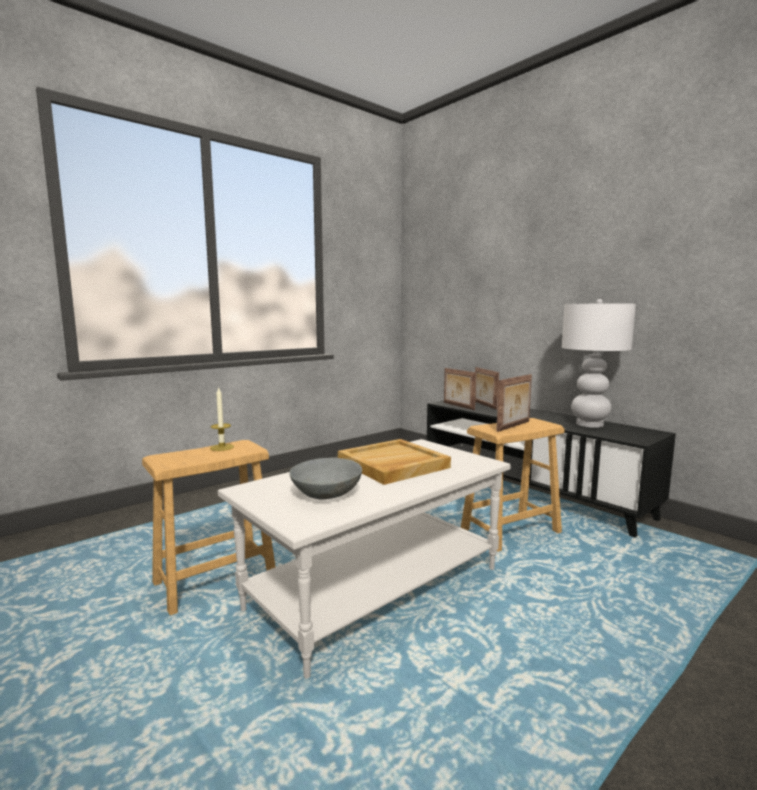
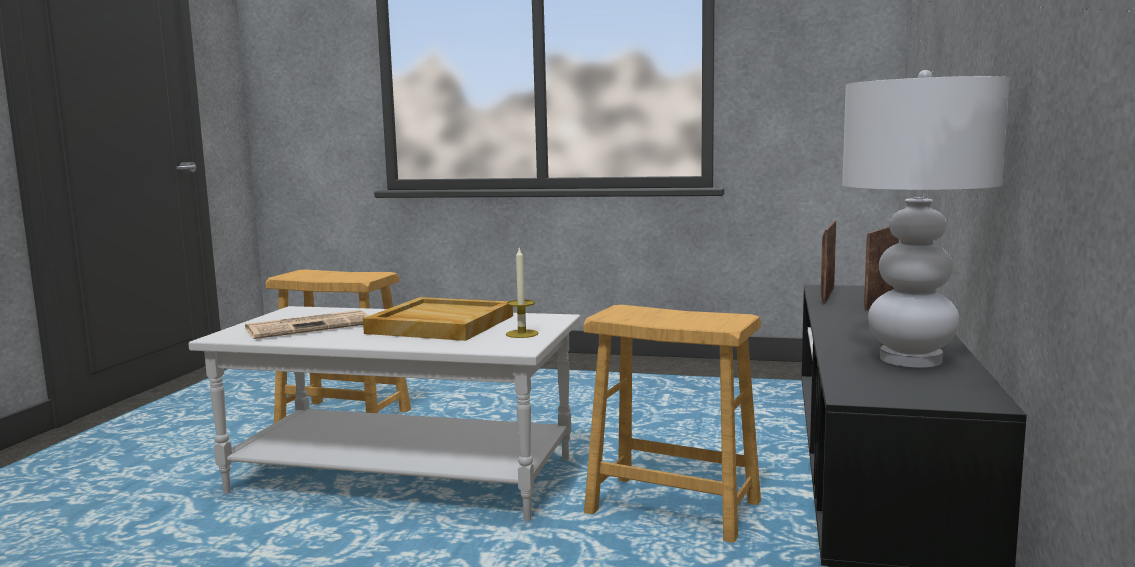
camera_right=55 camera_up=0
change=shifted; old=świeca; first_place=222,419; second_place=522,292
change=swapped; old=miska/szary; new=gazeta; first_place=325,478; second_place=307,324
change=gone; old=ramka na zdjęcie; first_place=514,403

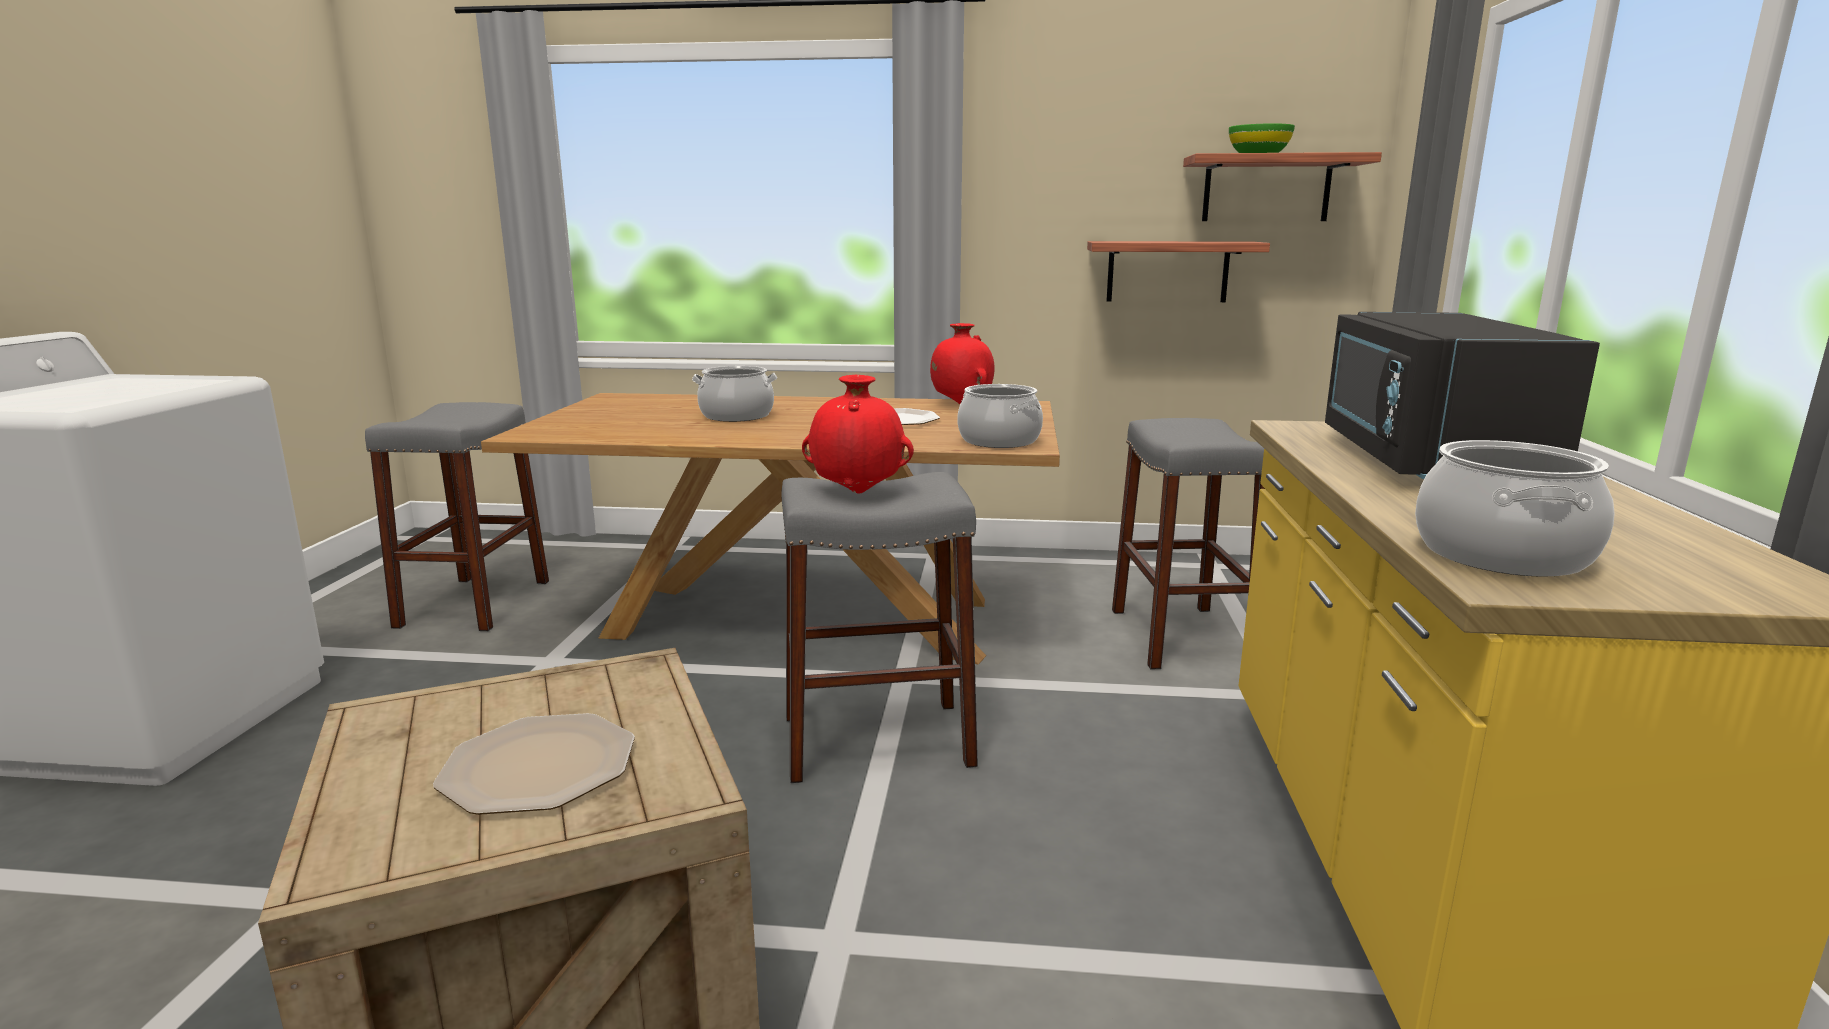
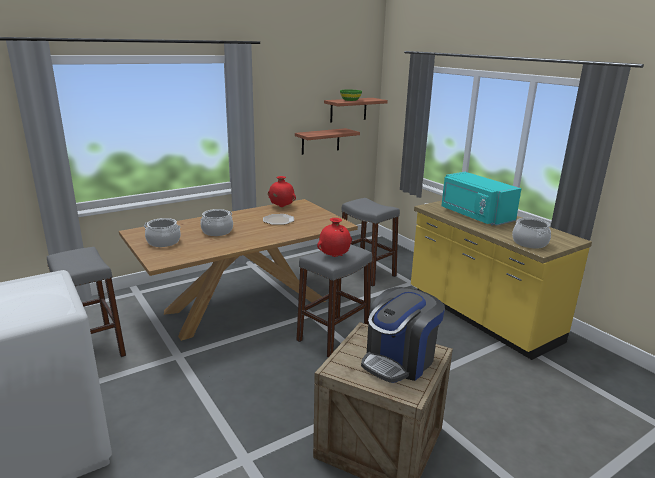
camera_right=-40 camera_up=5
change=swapped; old=talerz; new=ekspres do kawy; first_place=534,764; second_place=403,335
change=shifted; old=garnek; first_place=1000,416; second_place=162,232
change=repainted; old=mikrofalówka/czarny; new=mikrofalówka/turkusowy; first_place=1462,395; second_place=481,199

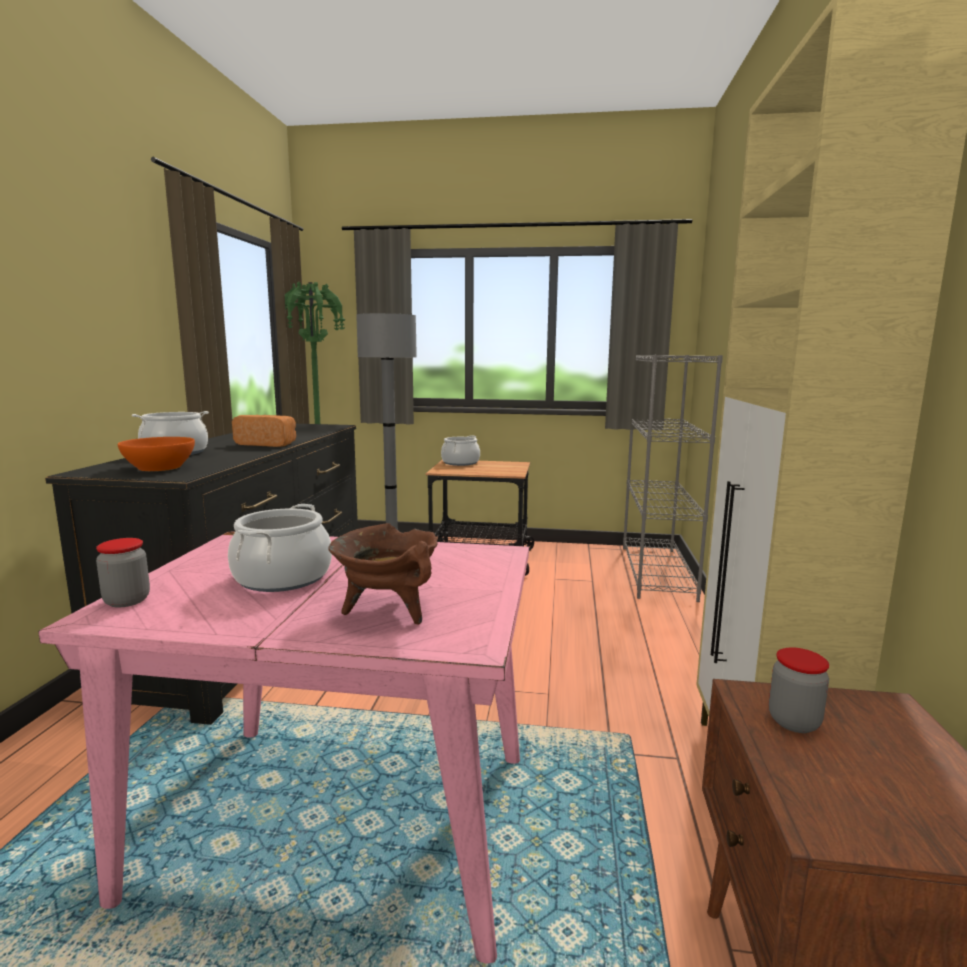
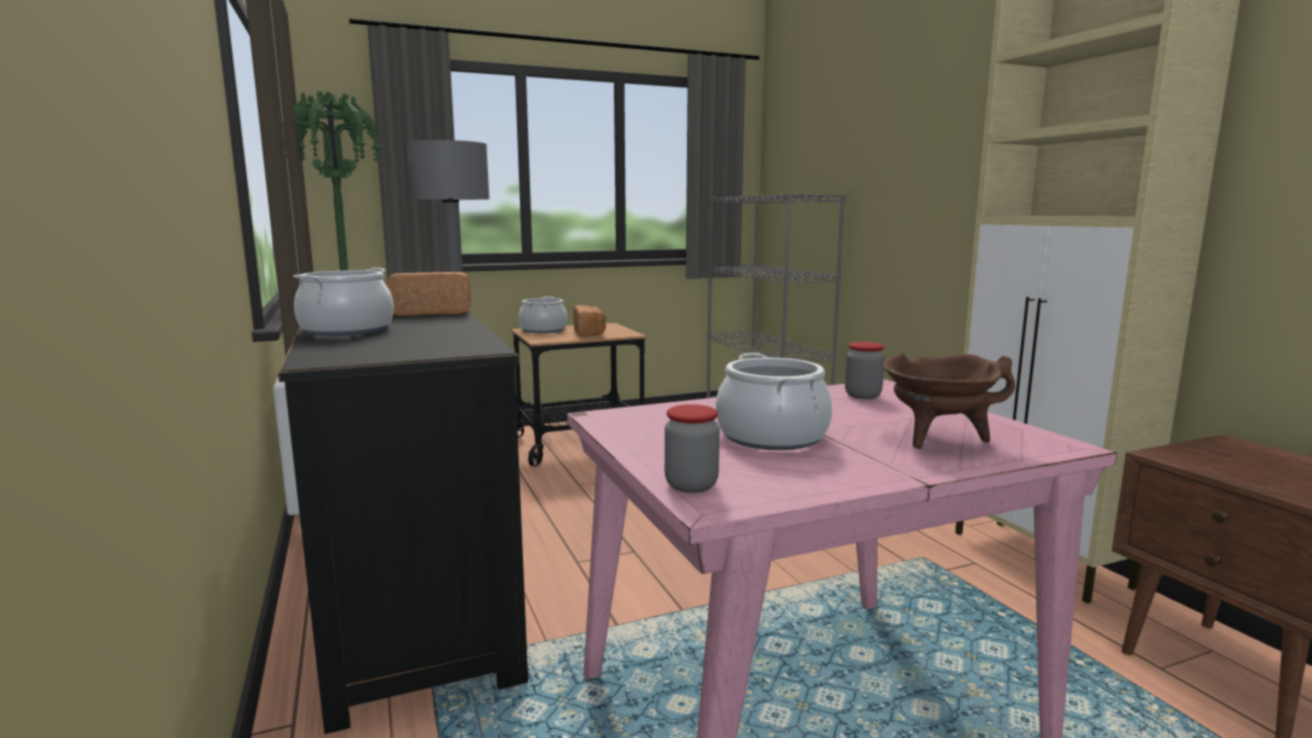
camera_right=-30 camera_up=0
change=gone; old=miska/pomarańczowy; first_place=156,454
change=shifted; old=słoik; first_place=799,690; second_place=865,370
change=new; new=chleb; second_place=589,321

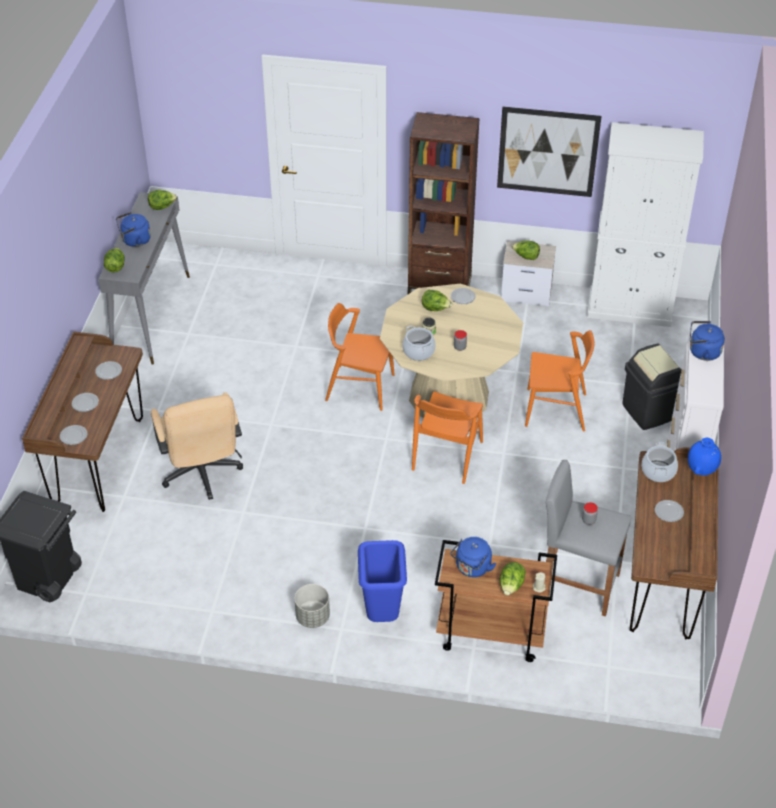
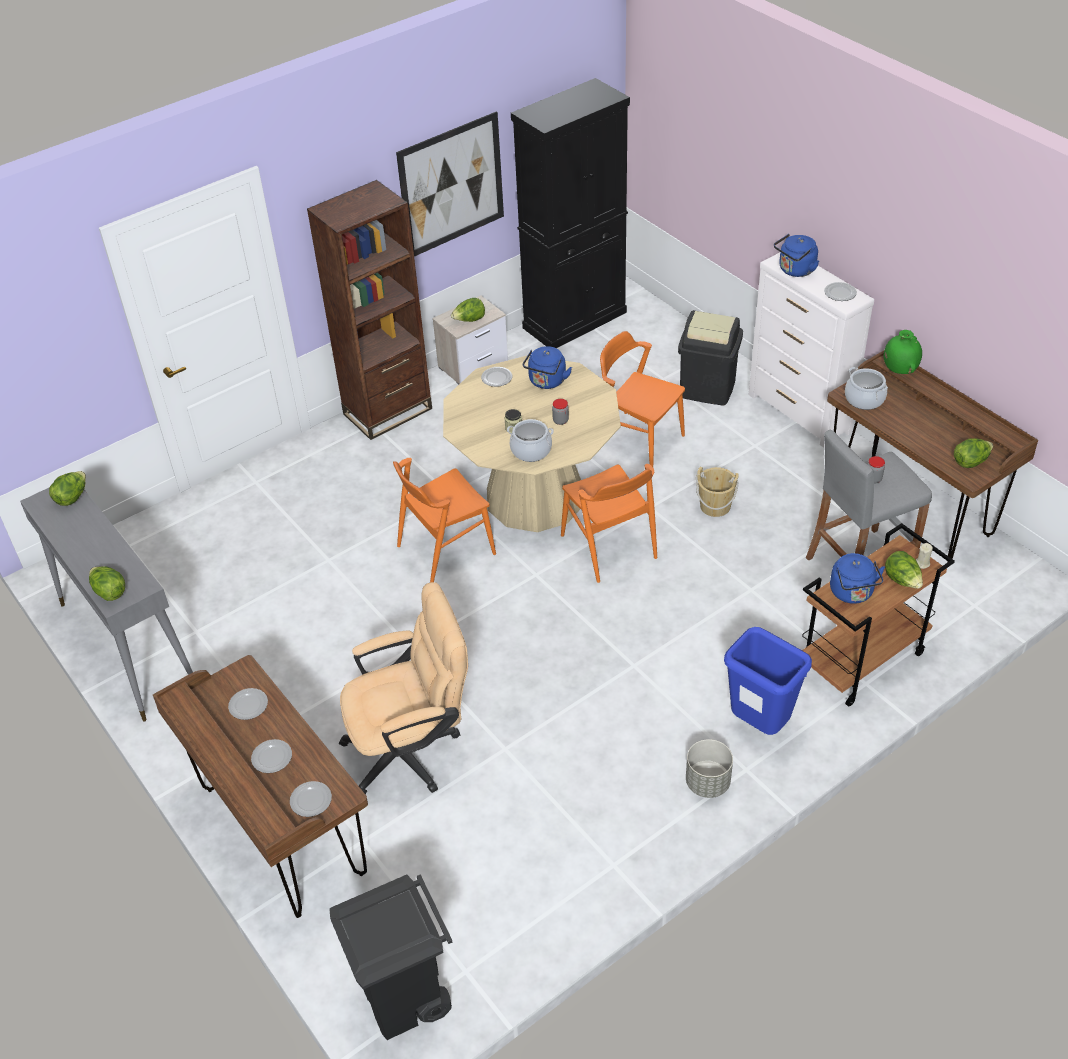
camera_right=-45 camera_up=0
change=shifted; old=czajnik/niebieski; first_place=133,229; second_place=547,367
change=rotated; old=krzesło biurowe/beżowy; first_place=197,446; second_place=403,688; degrees=-45
change=shifted; old=sałata; first_place=437,300; second_place=973,453
change=rotated; old=krzesło/pomarańczowy; first_place=560,380; second_place=642,399; degrees=-105
change=repainted; old=szafka/biały; new=szafka/czarny; first_place=645,224; second_place=570,213
change=shifted; old=talerz; first_place=669,511; second_place=840,291
change=repainted; old=wazon/niebieski; new=wazon/zielony; first_place=704,457; second_place=903,352
change=new; new=wiadro/beżowy; second_place=717,492

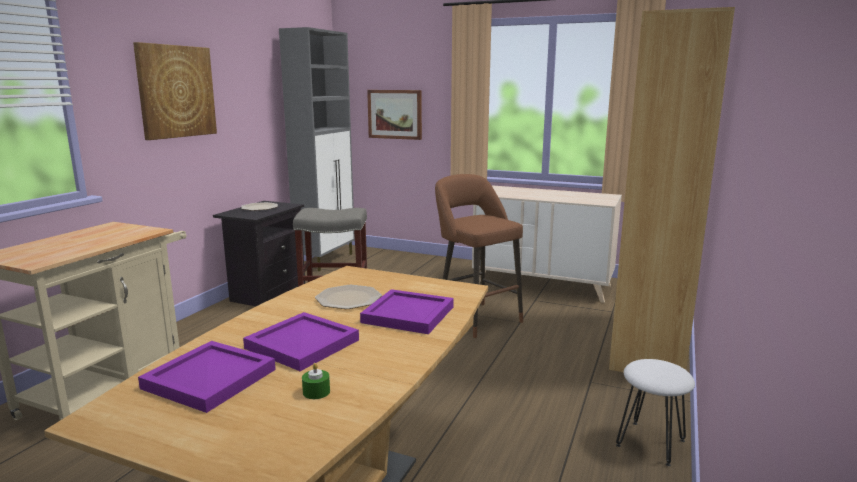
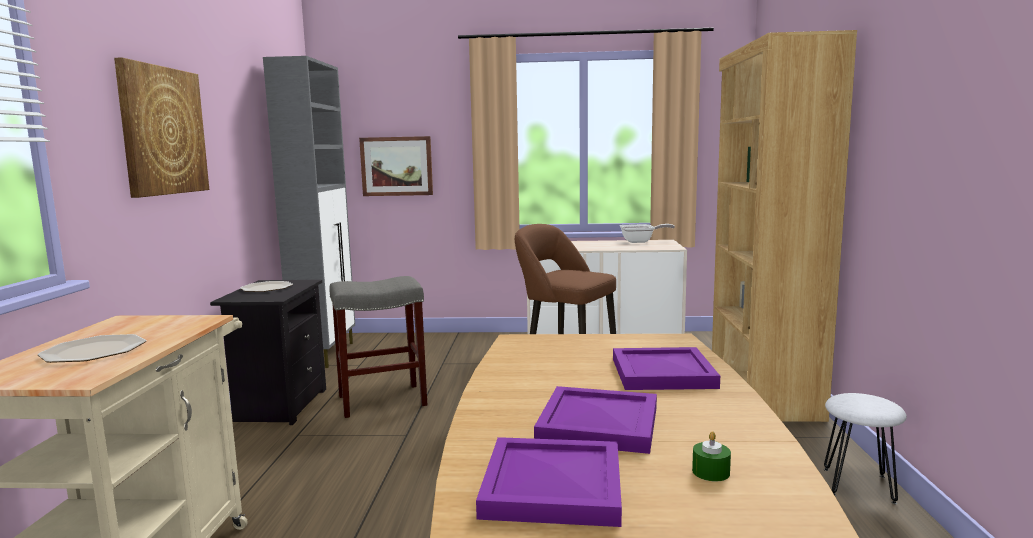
camera_right=-20 camera_up=-5
change=shifted; old=talerz; first_place=348,297; second_place=92,348
change=new; new=patelnia; second_place=647,233

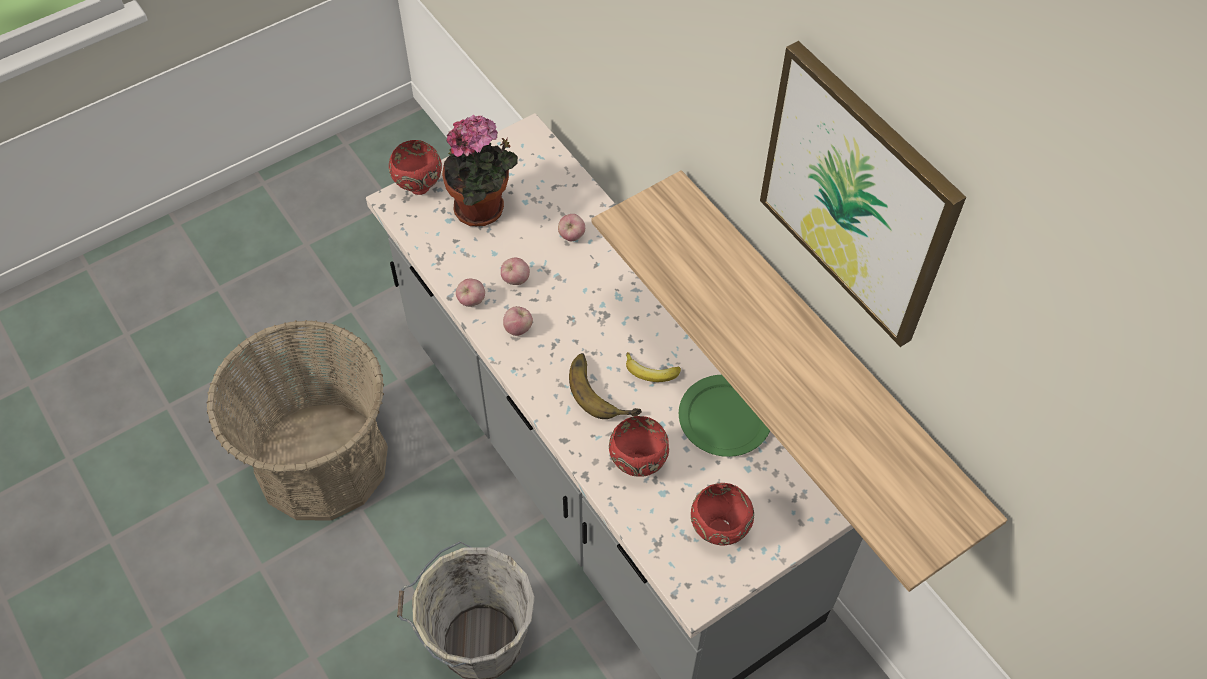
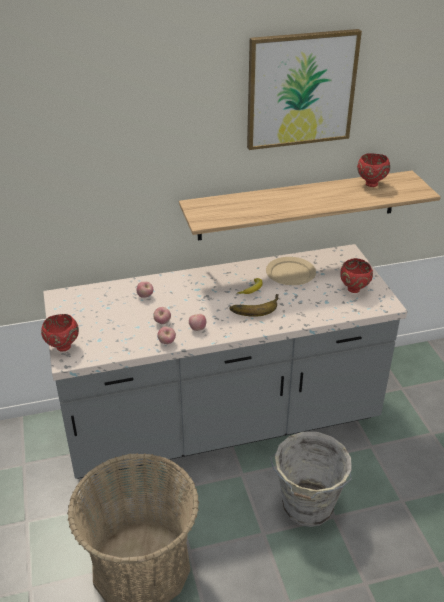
camera_right=-70 camera_up=-20
change=gone; old=roślina doniczkowa; first_place=480,170
change=shifted; old=miska/czerwony; first_place=639,446; second_place=373,170
change=repainted; old=talerz/zielony; new=talerz/beżowy; first_place=724,416; second_place=291,271

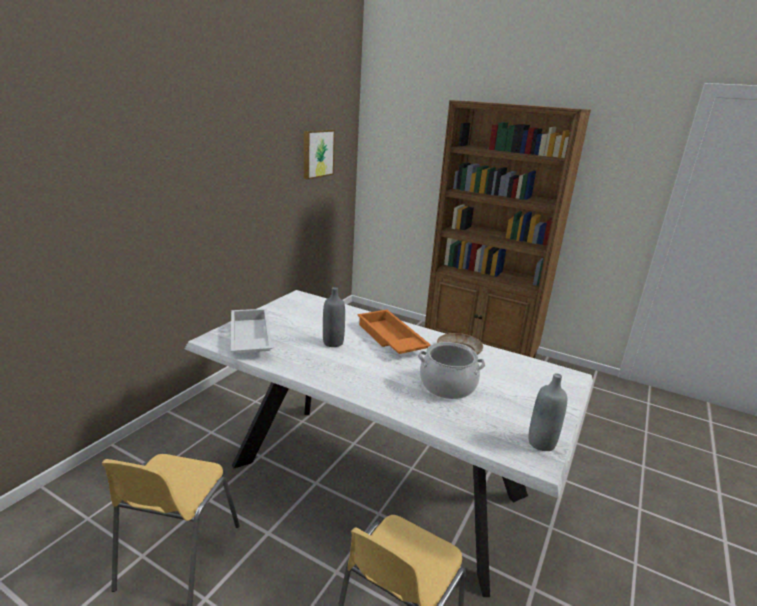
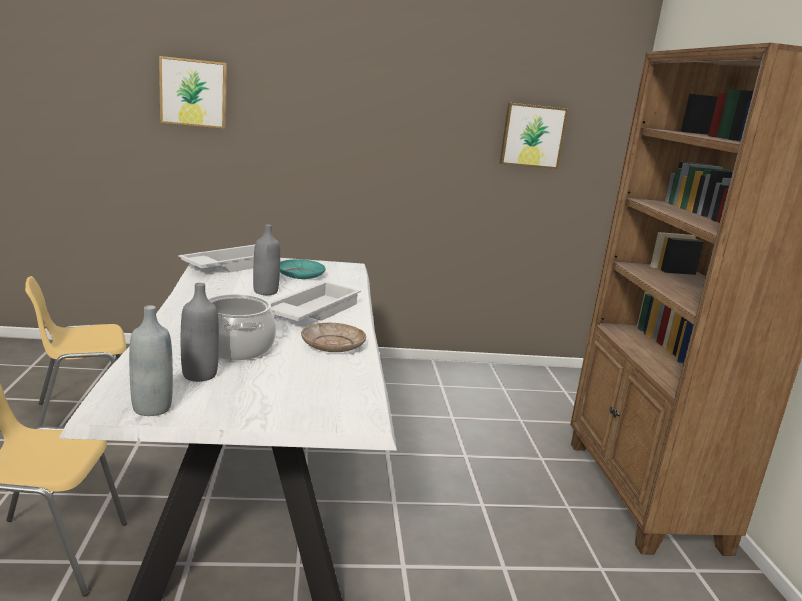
camera_right=55 camera_up=-5
change=repainted; old=taca/pomarańczowy; new=taca/biały; first_place=394,332; second_place=315,301
change=new; new=obraz; second_place=193,92
change=new; new=butelka/szary; second_place=200,332
change=new; new=talerz/turkusowy; second_place=302,269

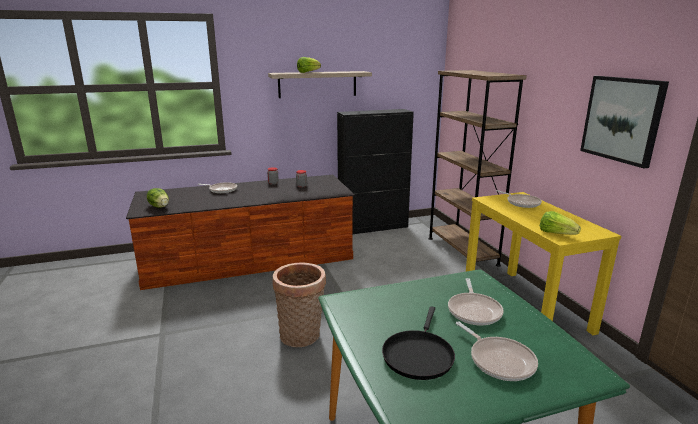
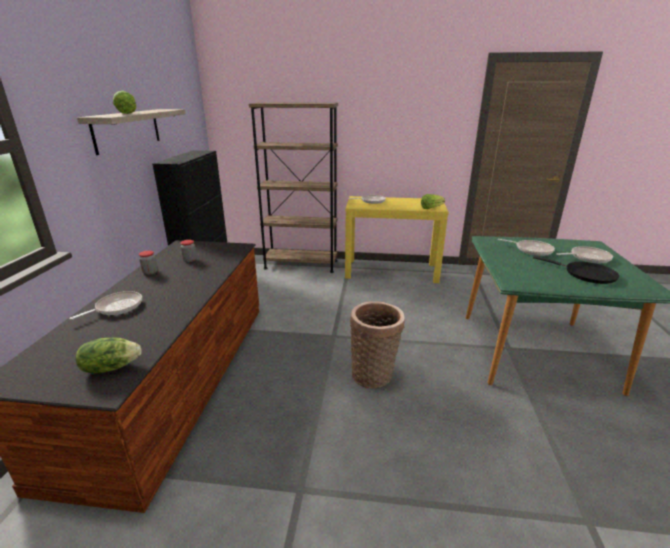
camera_right=-65 camera_up=5
change=gone; old=obraz; first_place=624,122

